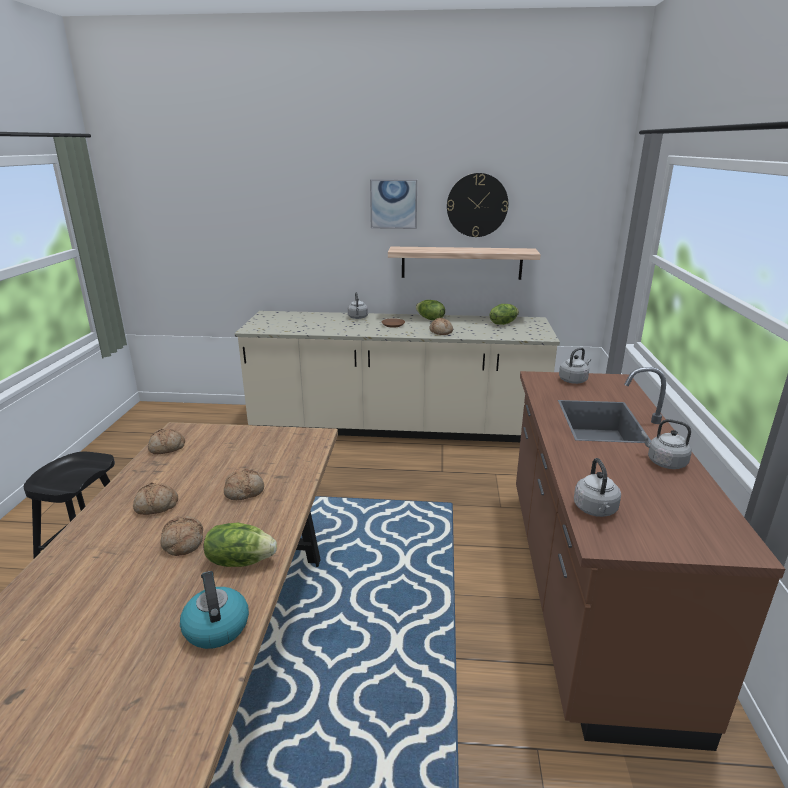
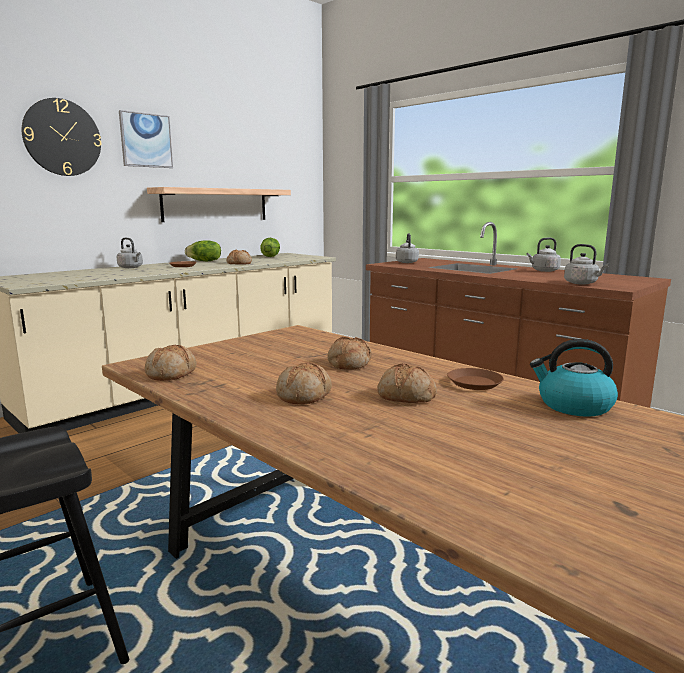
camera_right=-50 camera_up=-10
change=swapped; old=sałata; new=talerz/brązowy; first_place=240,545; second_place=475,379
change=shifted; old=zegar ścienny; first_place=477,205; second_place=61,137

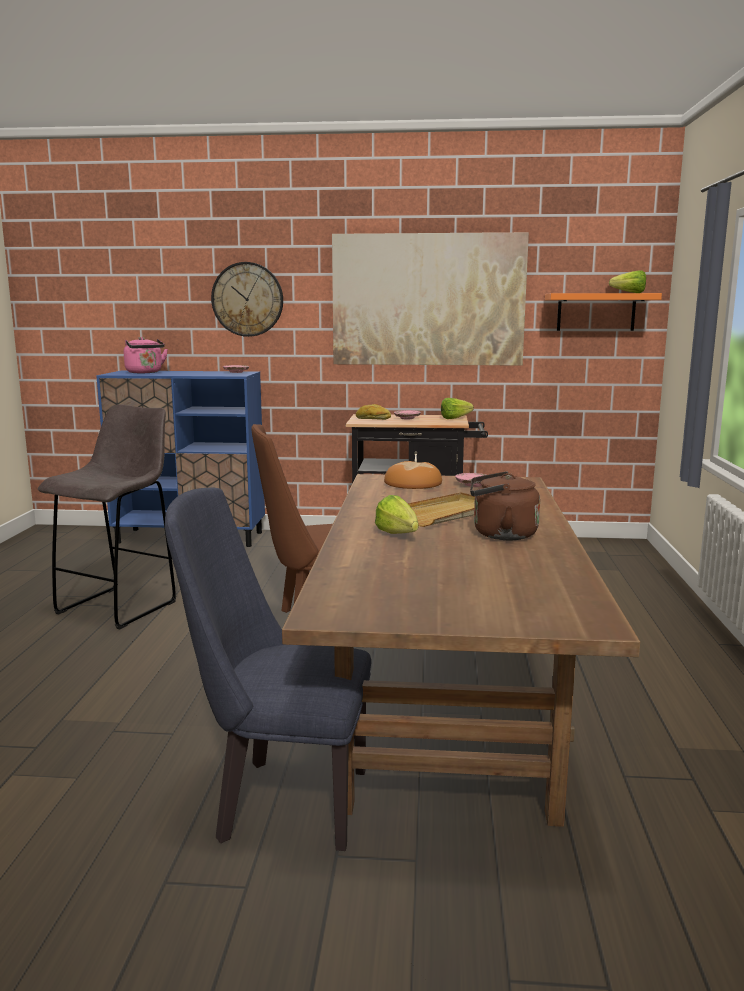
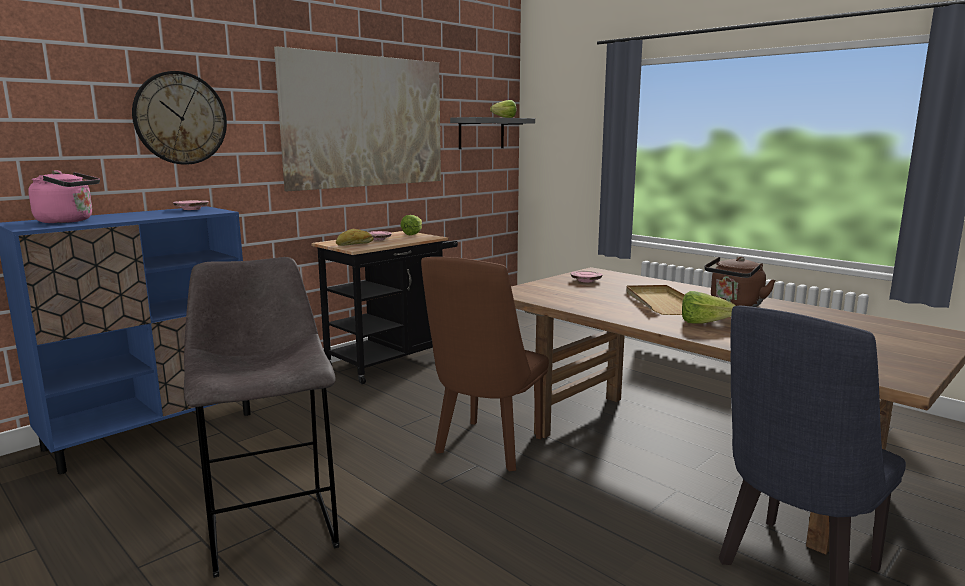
camera_right=-50 camera_up=0
change=gone; old=chleb; first_place=413,475
change=repainted; old=półka/pomarańczowy; new=półka/szary; first_place=603,312; second_place=492,133

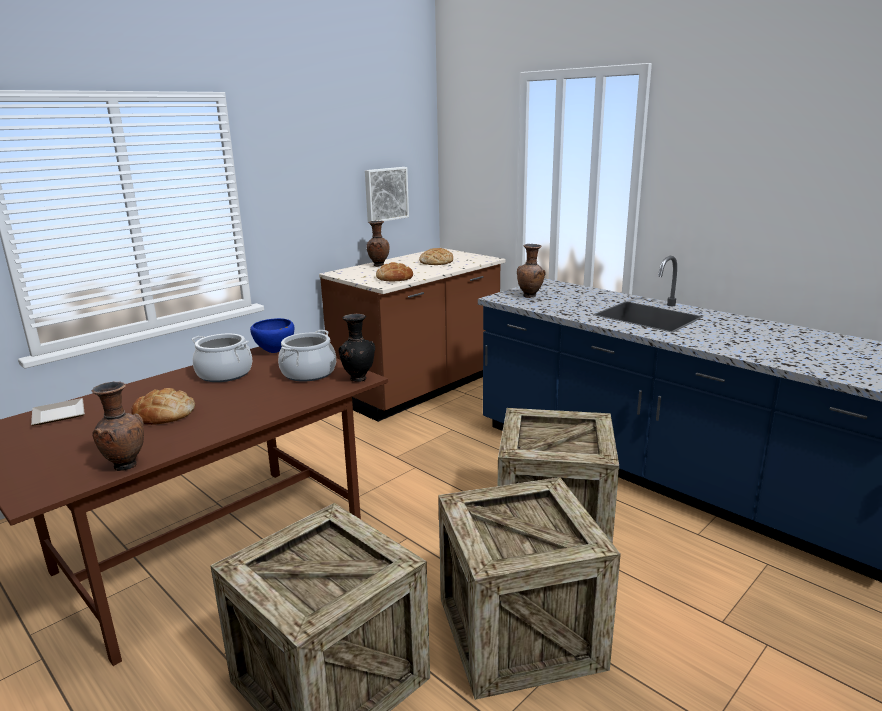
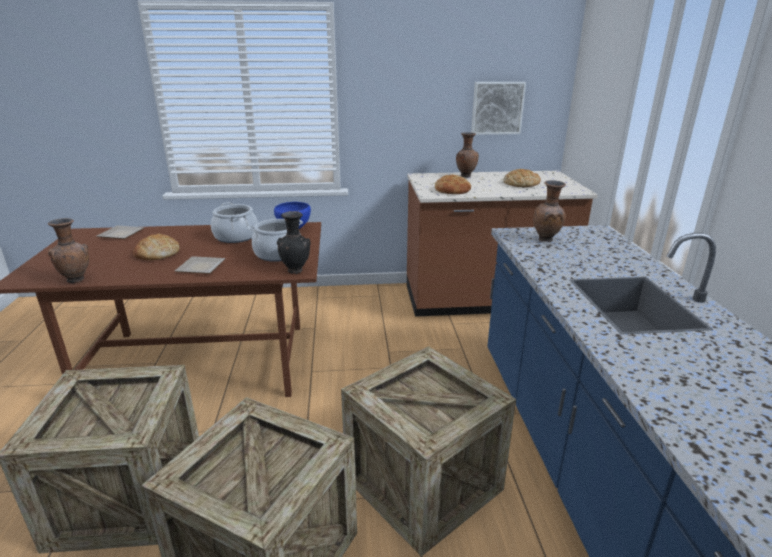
camera_right=40 camera_up=5
change=new; new=talerz; second_place=200,265

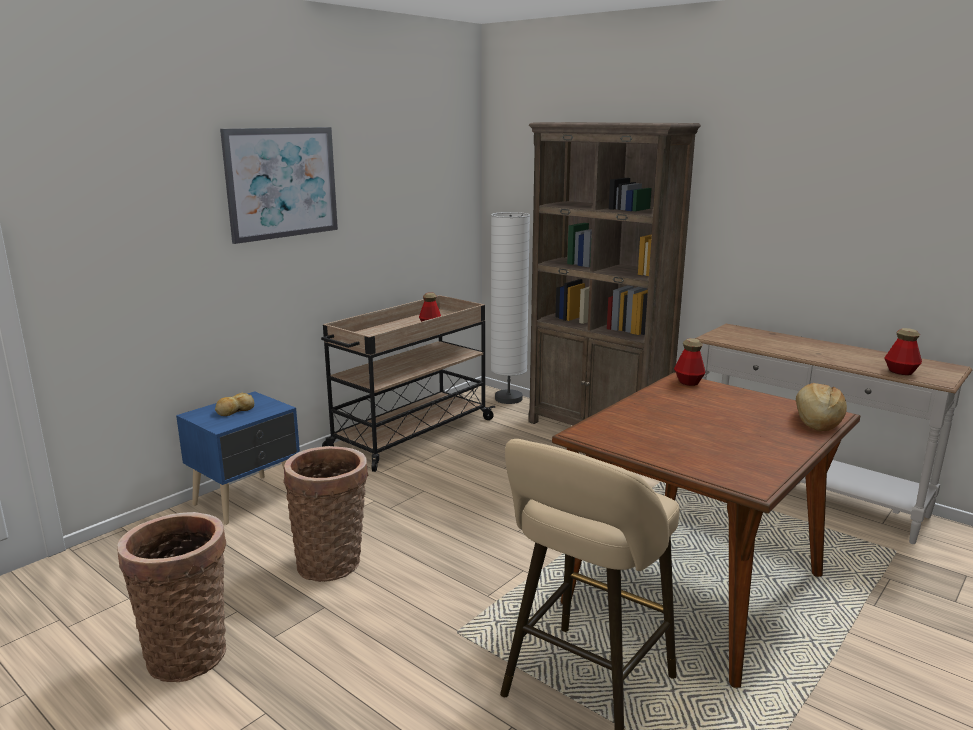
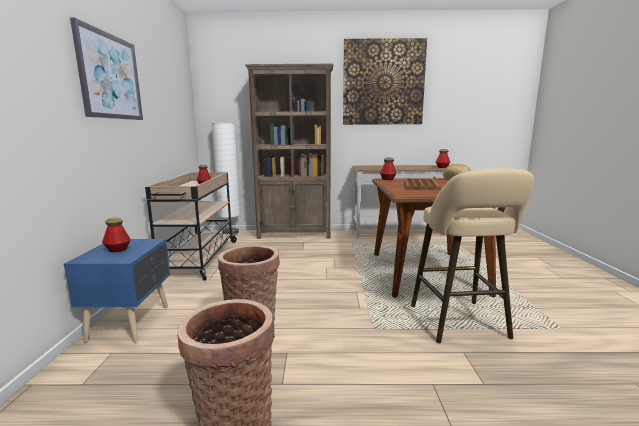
camera_right=-40 camera_up=-5
change=swapped; old=chleb; new=butelka; first_place=234,404; second_place=116,234
change=new; new=obraz; second_place=385,81
change=new; new=taca/brązowy; second_place=422,184

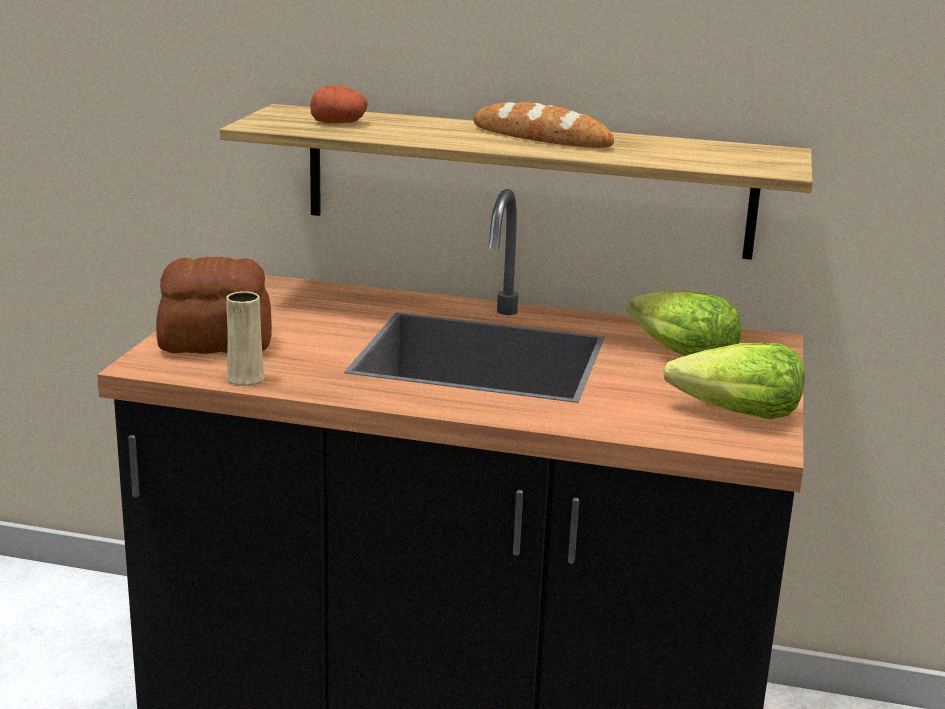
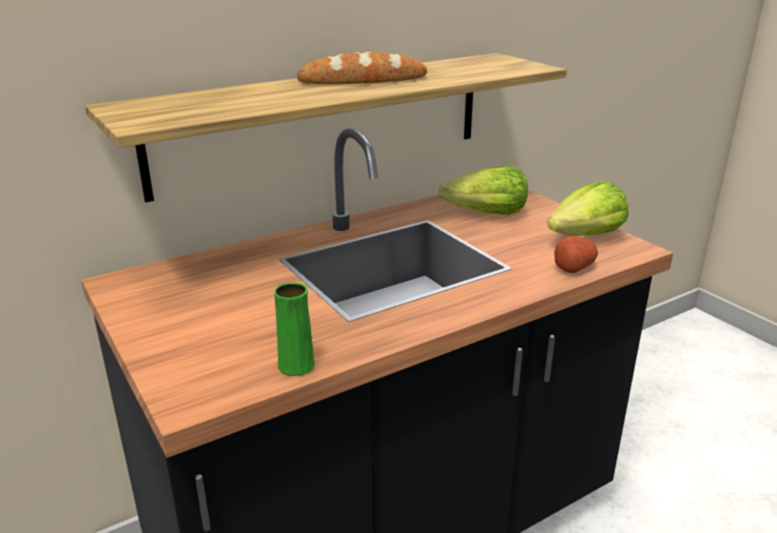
camera_right=-45 camera_up=5
change=gone; old=chleb; first_place=214,305
change=repainted; old=wazon/beżowy; new=wazon/zielony; first_place=245,338; second_place=294,329
change=shifted; old=ziemniak; first_place=339,104; second_place=576,254

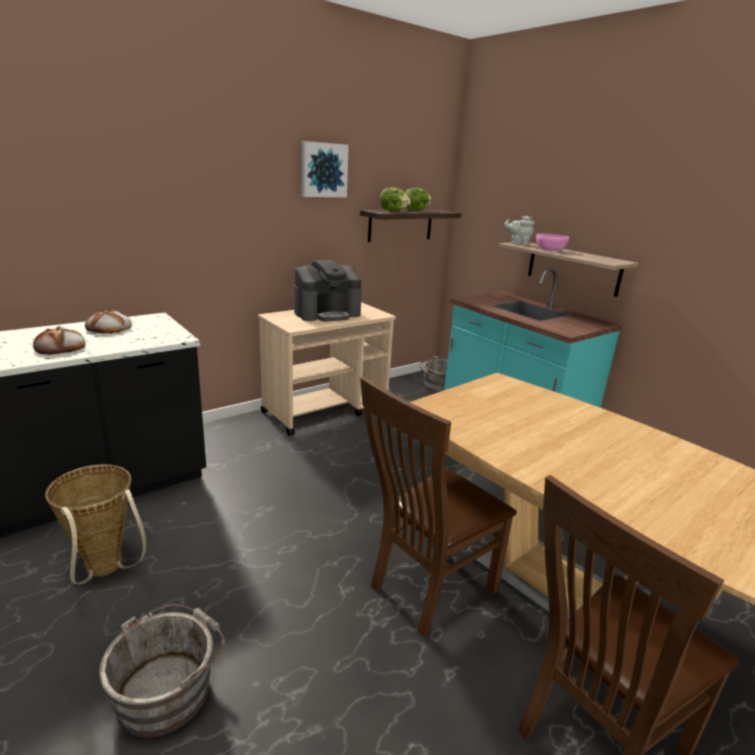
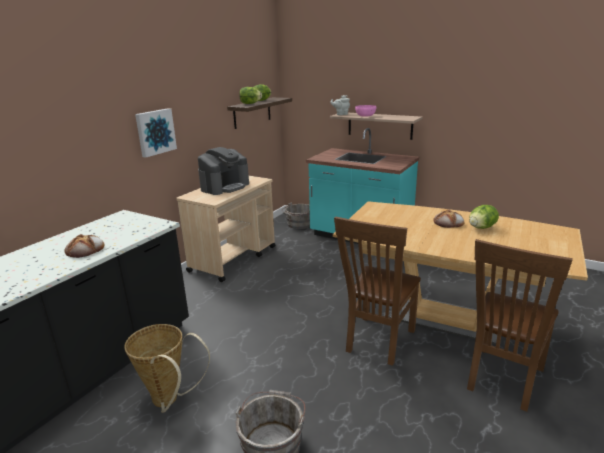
camera_right=-20 camera_up=0
change=shifted; old=chleb; first_place=108,321; second_place=448,219
change=shifted; old=obraz; first_place=325,169; second_place=156,133
change=new; new=sałata; second_place=484,217

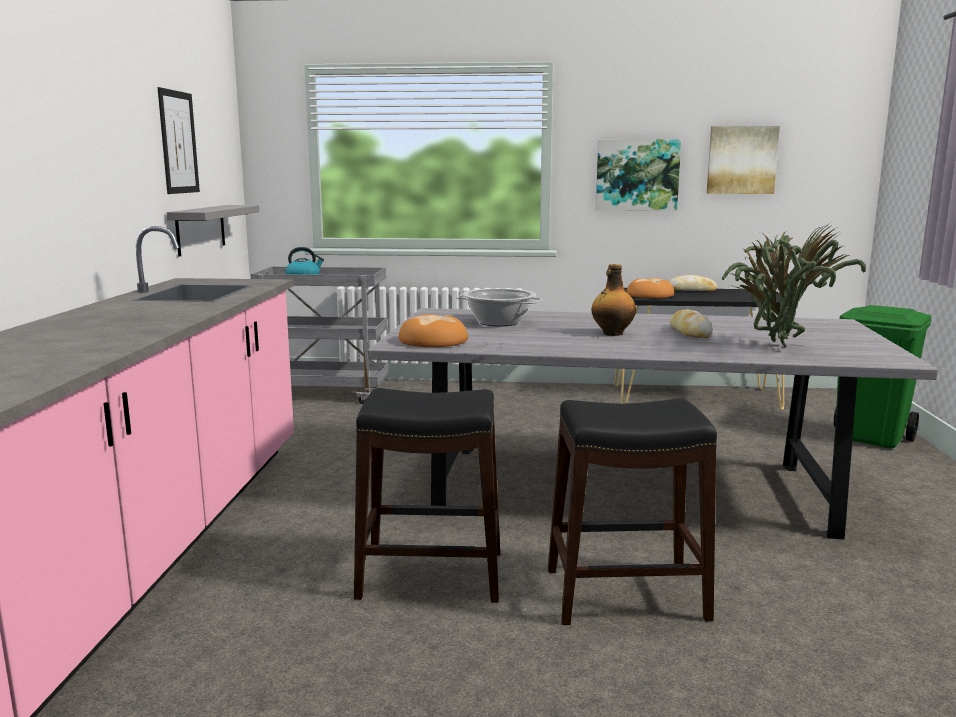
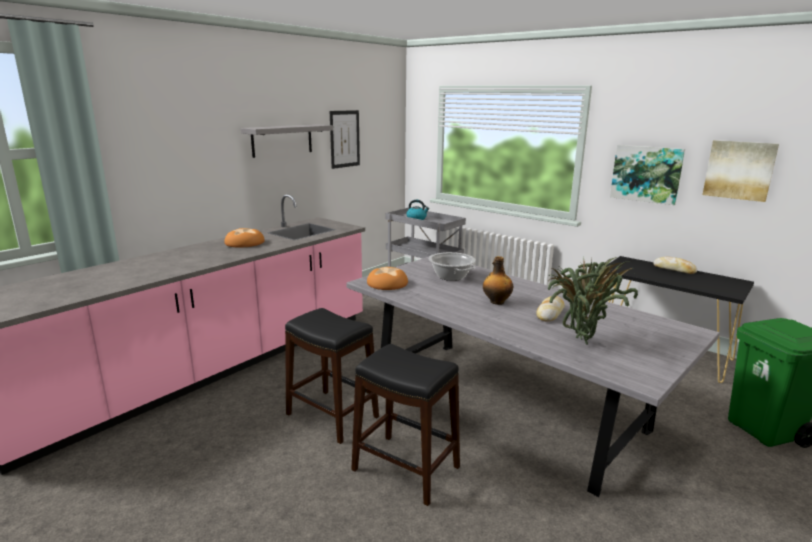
camera_right=35 camera_up=5
change=shifted; old=półka/szary; first_place=213,231; second_place=287,141
change=shifted; old=chleb; first_place=650,288; second_place=244,238

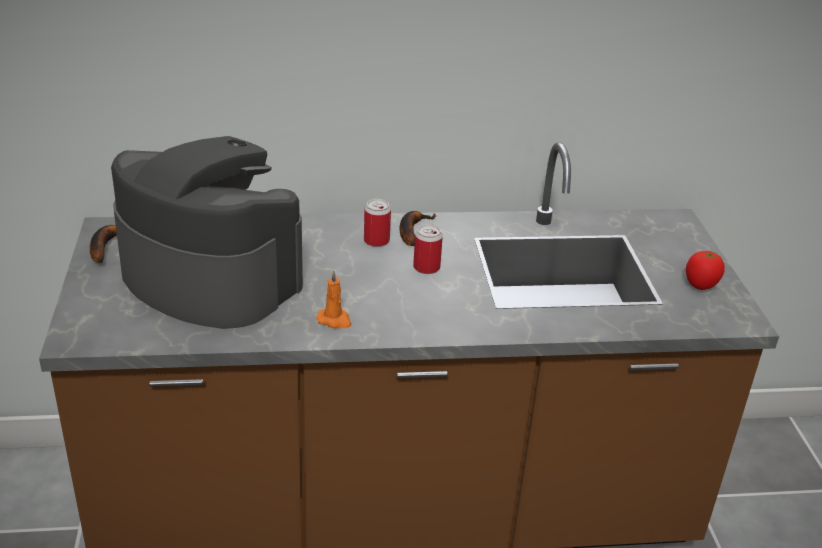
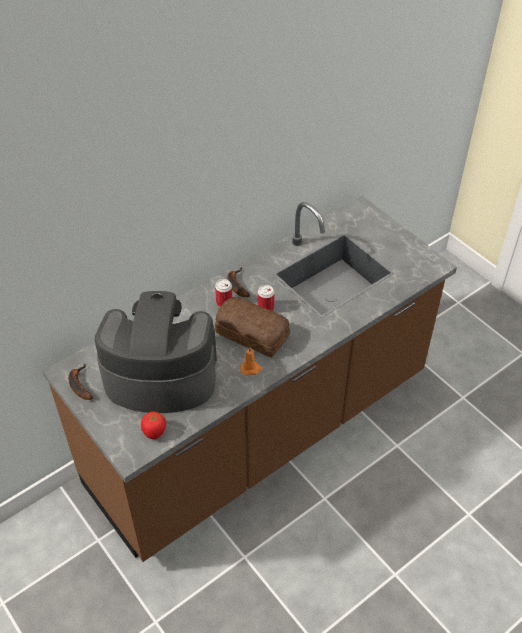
camera_right=-30 camera_up=15
change=shifted; old=pomidor; first_place=705,270; second_place=153,425
change=new; new=chleb; second_place=252,327

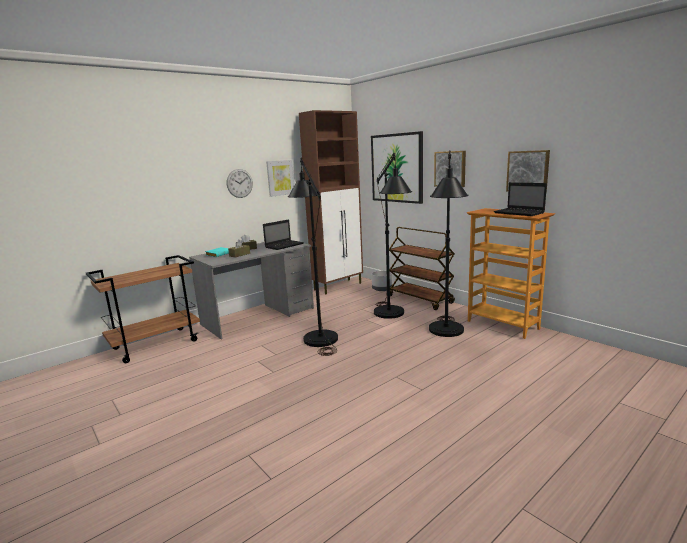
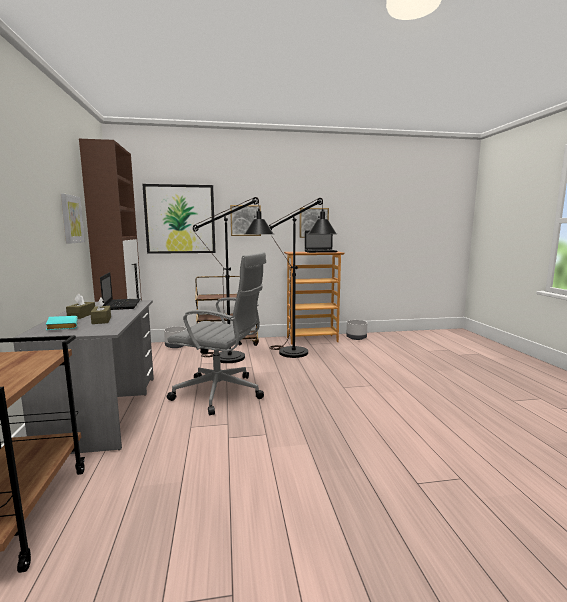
camera_right=-60 camera_up=-5
change=gone; old=zegar ścienny; first_place=240,183
change=swapped; old=lampa stojąca/czarny; new=krzesło biurowe/szary; first_place=313,257; second_place=216,333
change=new; new=donica/szary; second_place=356,330

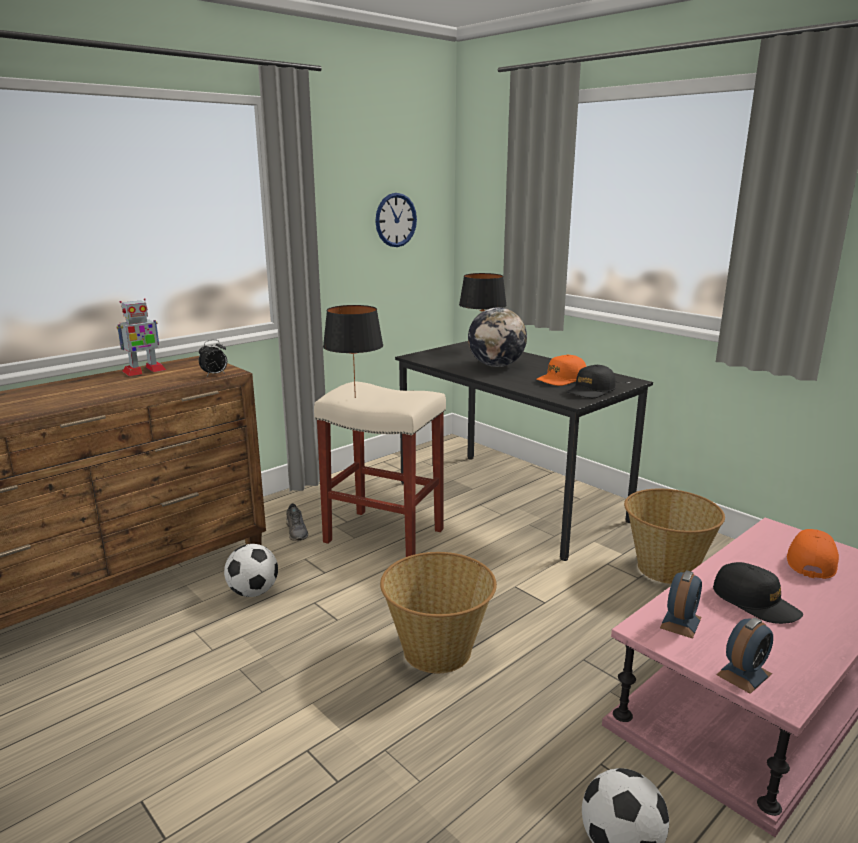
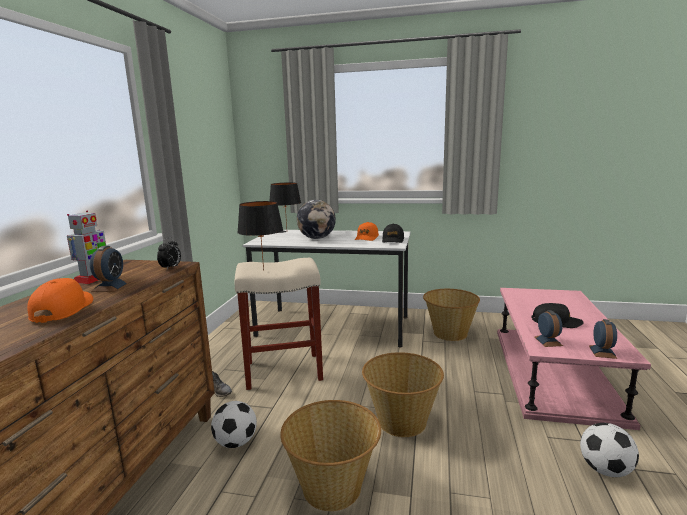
camera_right=-35 camera_up=-5
change=gone; old=zegar ścienny; first_place=396,220
change=repainted; old=biurko/czarny; new=biurko/biały; first_place=524,451; second_place=327,288
change=shifted; old=czapka z daszkiem/pomarańczowy; first_place=813,554; second_place=60,300
change=new; new=budzik; second_place=110,269
change=new; new=koszyk; second_place=330,455

